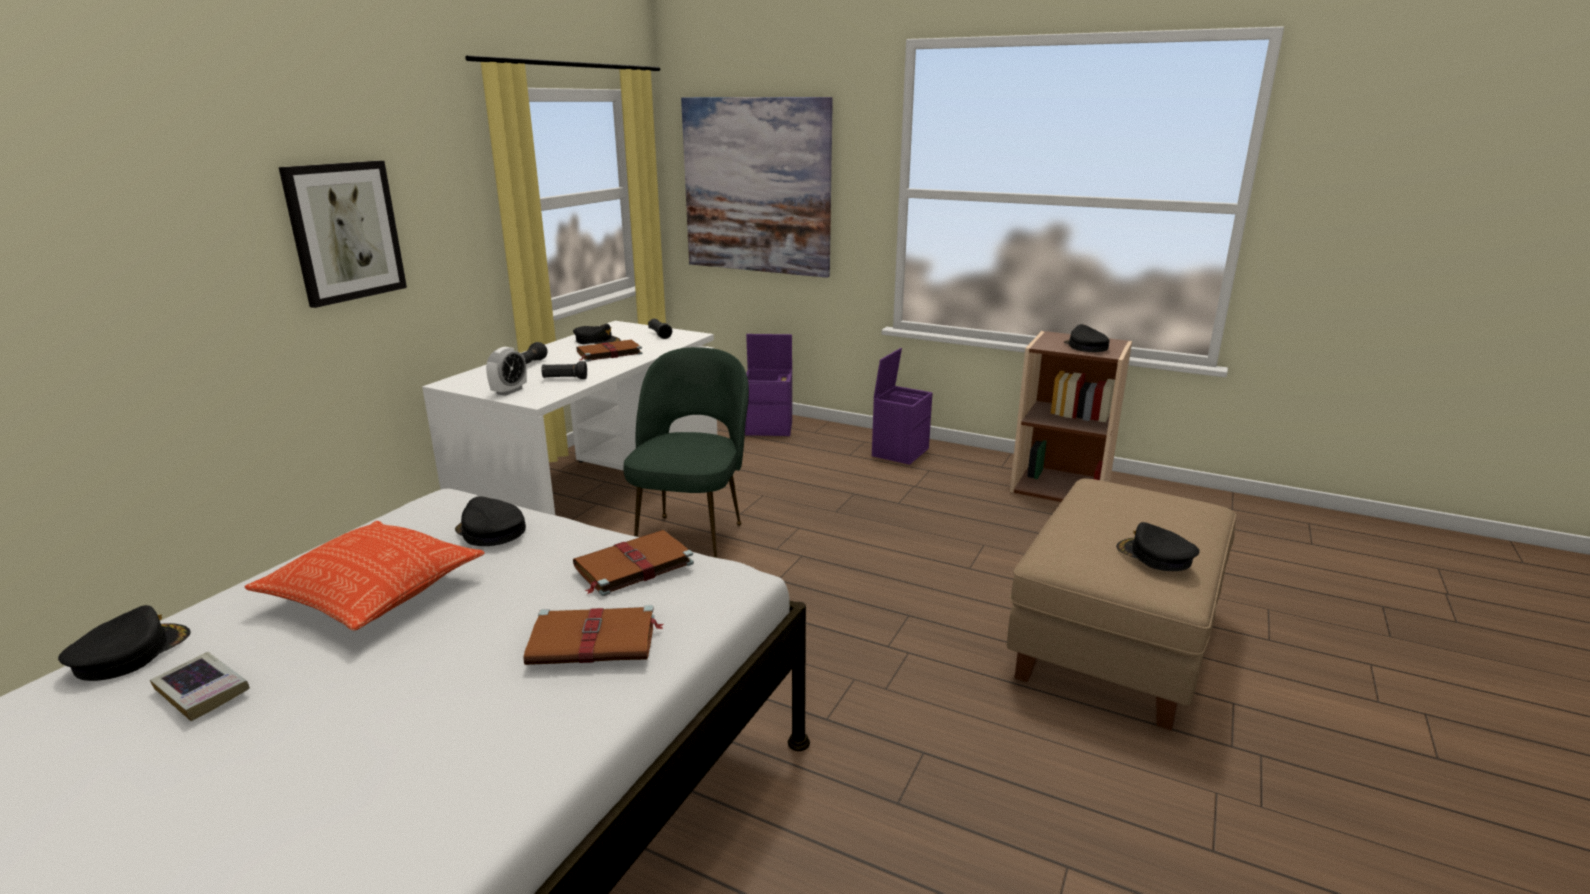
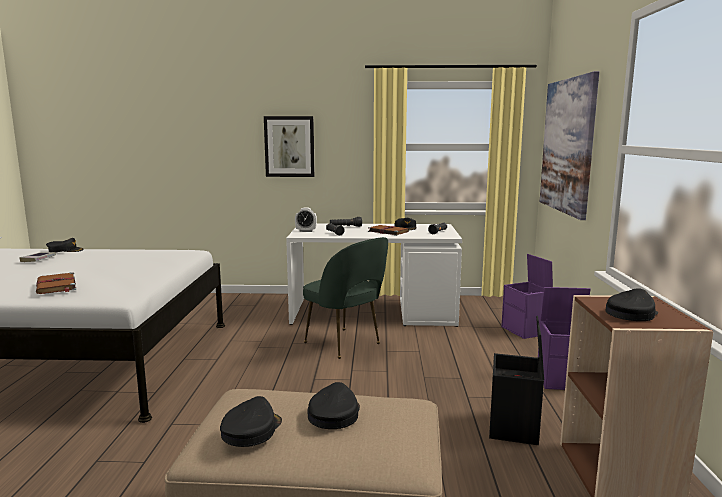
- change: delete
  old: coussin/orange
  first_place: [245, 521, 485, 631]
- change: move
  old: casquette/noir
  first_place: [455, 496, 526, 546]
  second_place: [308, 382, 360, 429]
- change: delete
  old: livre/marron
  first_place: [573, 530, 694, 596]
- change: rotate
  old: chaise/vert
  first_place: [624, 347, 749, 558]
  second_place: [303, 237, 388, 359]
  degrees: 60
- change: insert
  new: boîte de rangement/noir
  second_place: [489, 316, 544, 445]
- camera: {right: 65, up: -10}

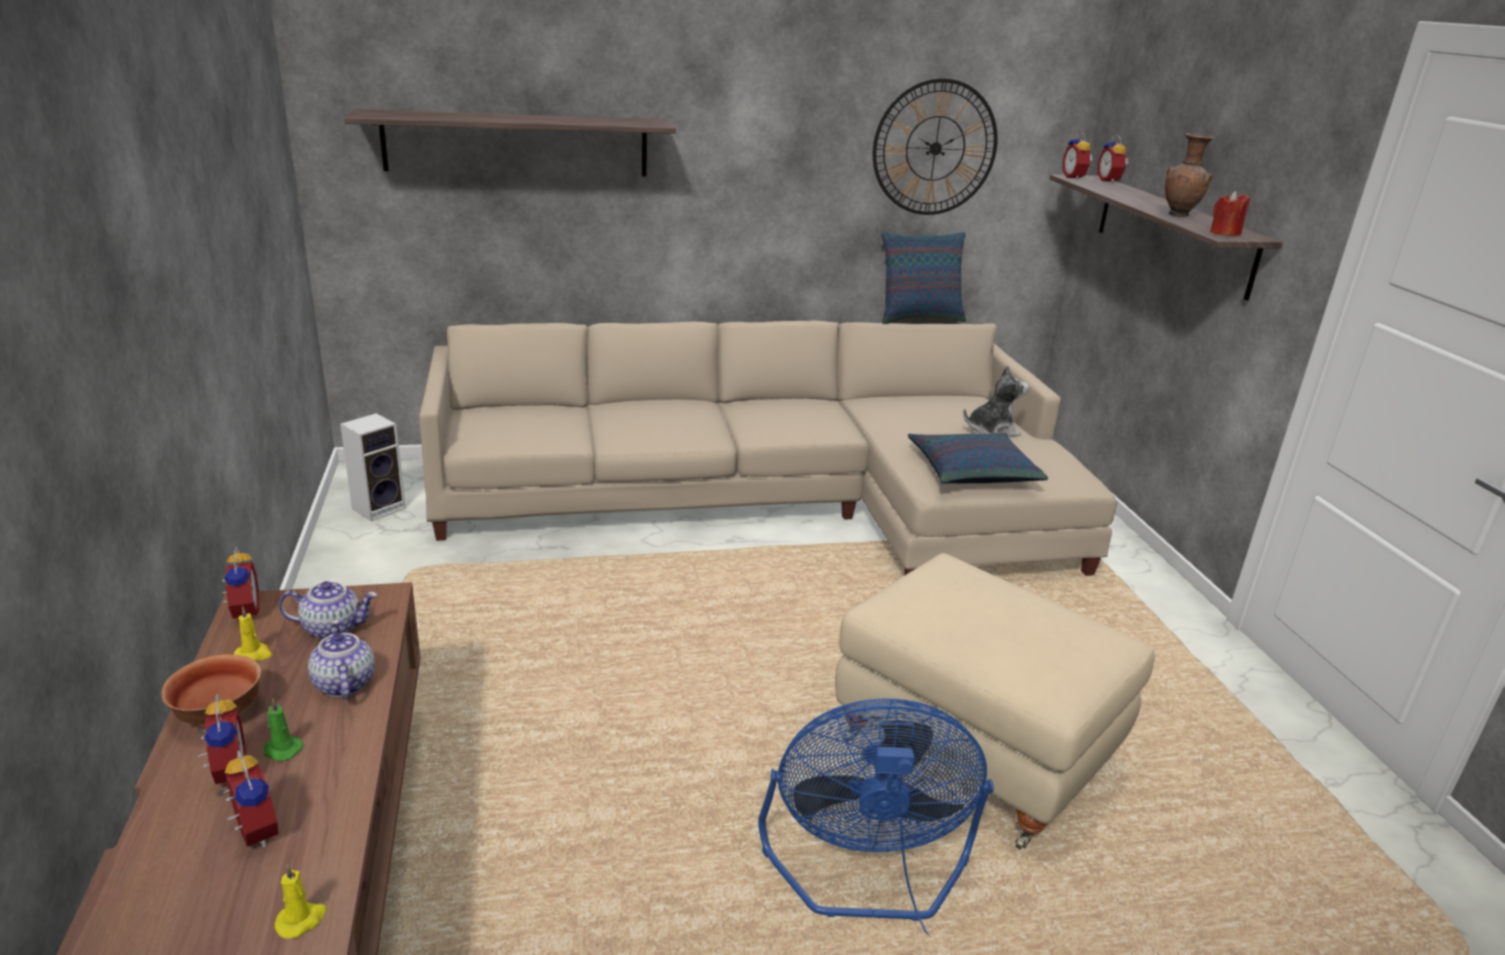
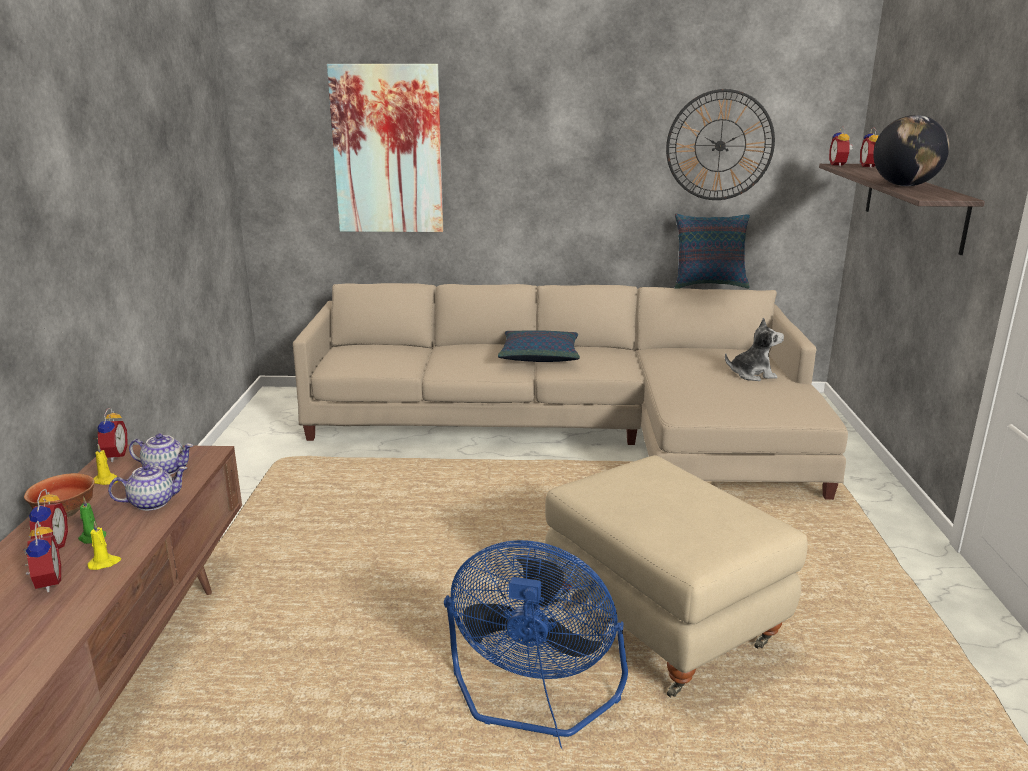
- change: move
  old: bougie/jaune
  first_place: [274, 864, 327, 939]
  second_place: [87, 521, 121, 570]
- change: rotate
  old: théière
  first_place: [308, 620, 375, 699]
  second_place: [108, 464, 187, 511]
  degrees: 75
- change: delete
  old: enceinte
  first_place: [340, 413, 406, 522]
- change: replace
  old: étagère
  new: tableau
  first_place: [344, 109, 676, 177]
  second_place: [327, 64, 443, 232]
- change: move
  old: coussin/bleu
  first_place: [908, 433, 1048, 484]
  second_place: [498, 330, 580, 362]
- change: replace
  old: vase/marron
  new: globe
  first_place: [1165, 133, 1214, 218]
  second_place: [873, 115, 950, 186]
- change: delete
  old: bougie/rouge
  first_place: [1210, 191, 1250, 236]
- camera: {right: 15, up: -5}

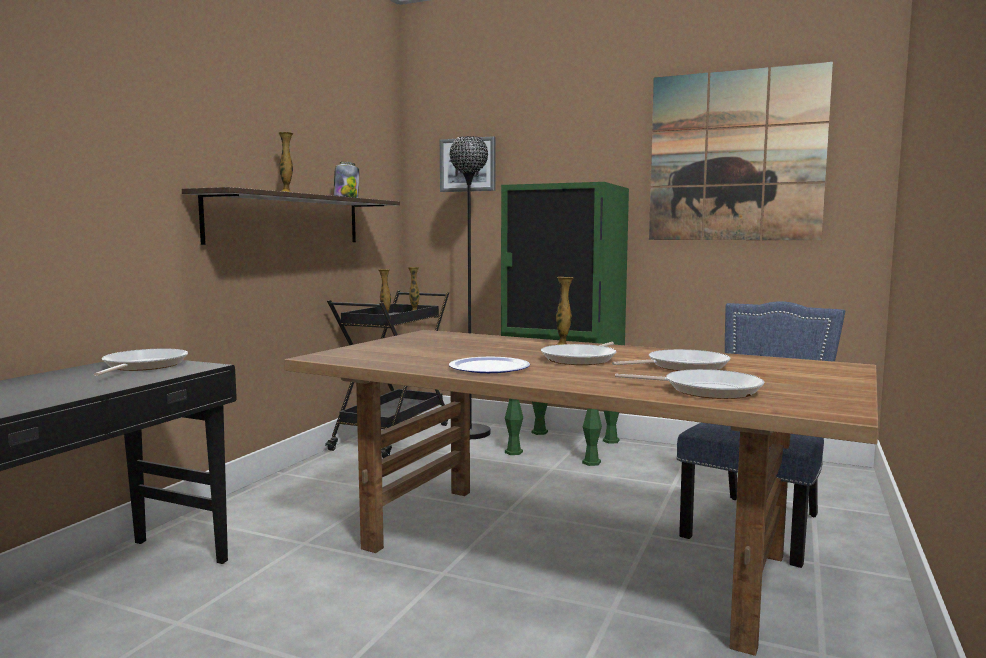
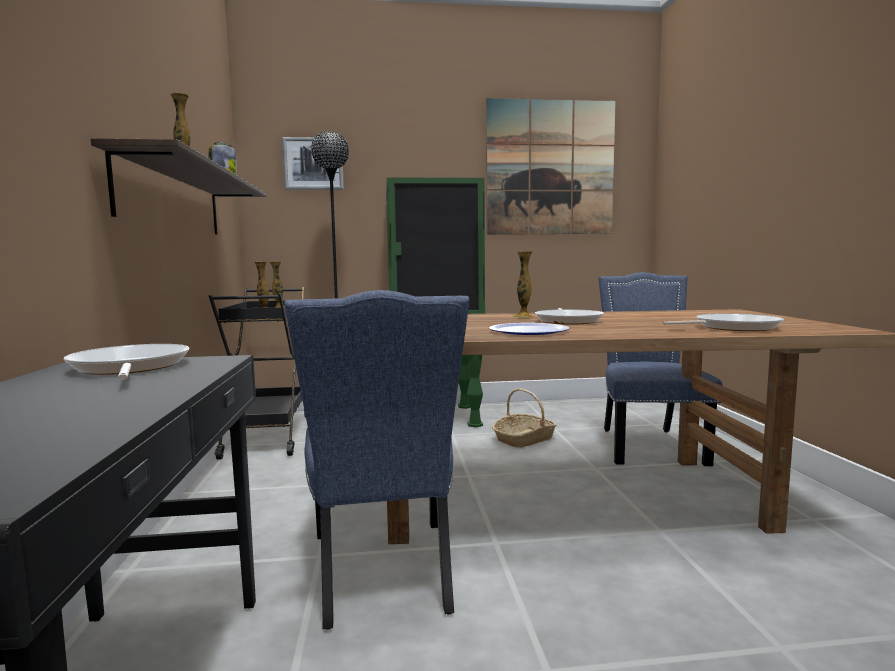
- change: delete
  old: poêle
  first_place: [612, 349, 731, 371]
- change: insert
  new: chaise/bleu
  second_place: [284, 290, 469, 630]
- change: insert
  new: panier
  second_place: [492, 388, 557, 448]
- camera: {right: -30, up: 0}

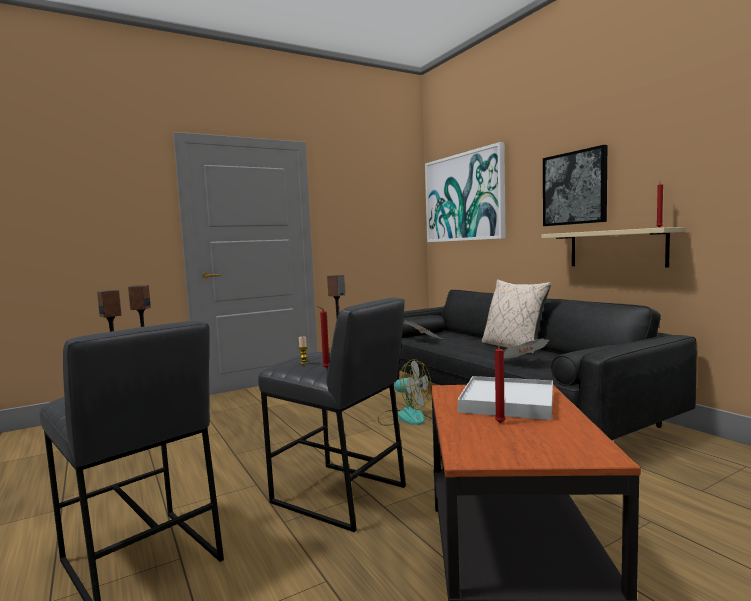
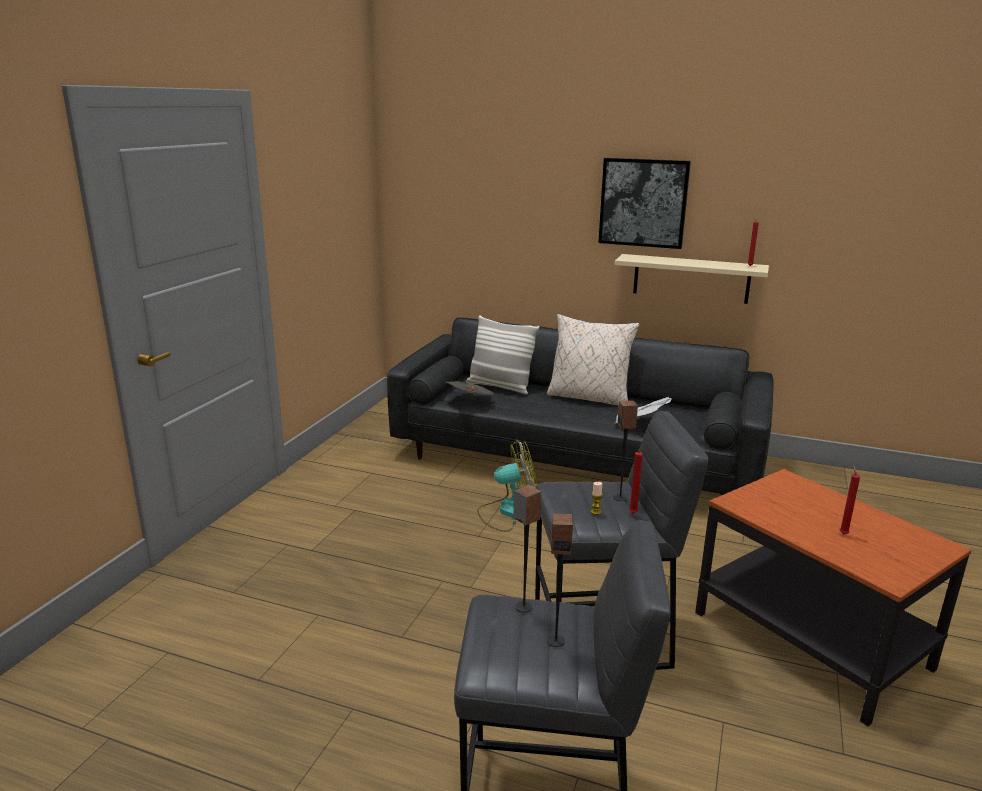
- change: delete
  old: tableau
  first_place: [425, 142, 506, 242]
- change: delete
  old: plateau/blanc
  first_place: [458, 376, 553, 420]
- change: insert
  new: coussin
  second_place: [466, 315, 539, 395]
- camera: {right: -40, up: 15}

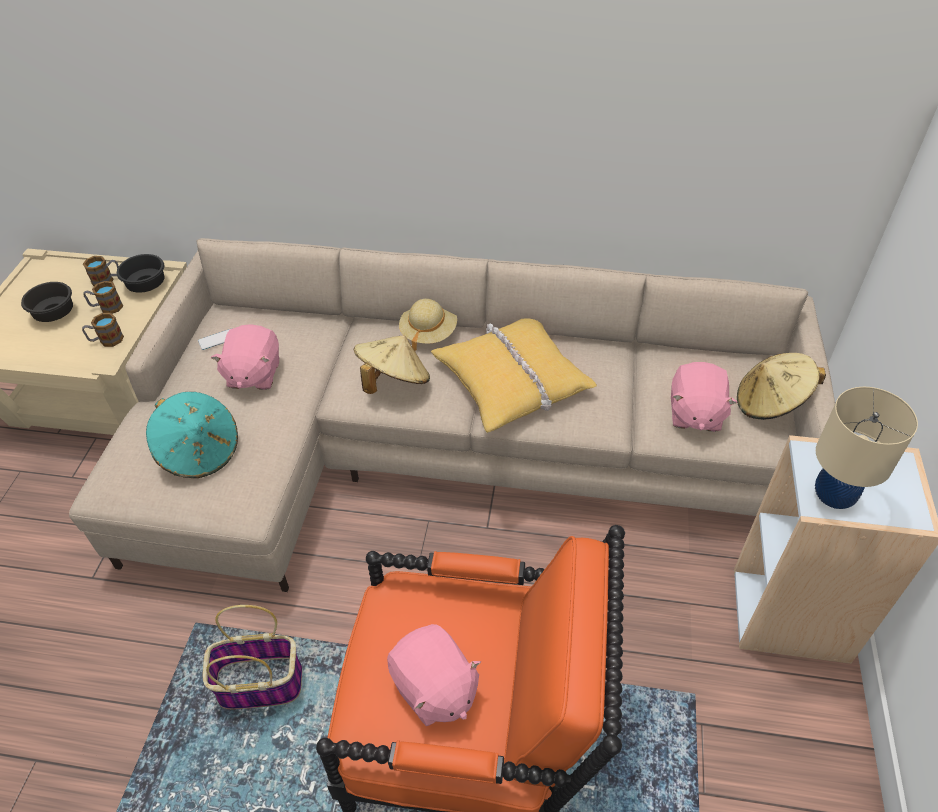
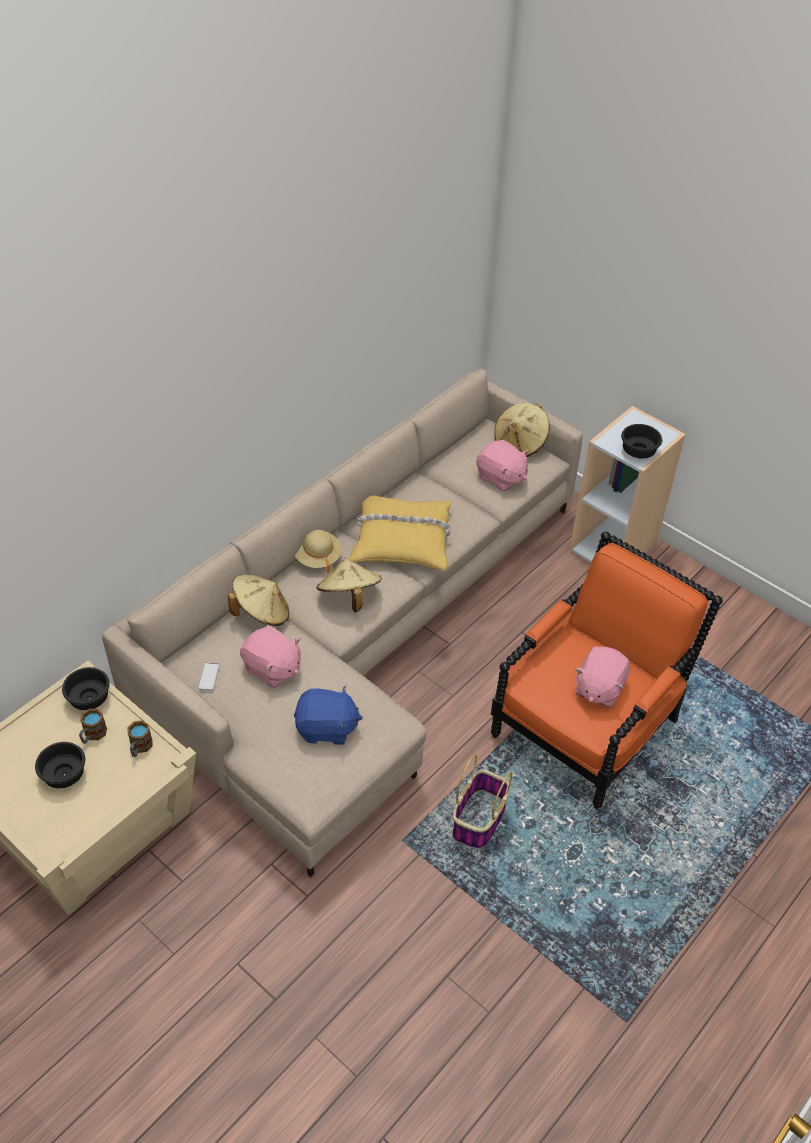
- change: delete
  old: mug
  first_place: [83, 256, 119, 286]
- change: replace
  old: chapeau/turquoise
  new: peluche/bleu
  first_place: [146, 392, 238, 478]
  second_place: [294, 686, 363, 745]
- change: rotate
  old: peluche/rose
  first_place: [387, 624, 481, 726]
  second_place: [575, 646, 630, 707]
  degrees: 120
- change: replace
  old: lampe de table/beige
  new: bol/noir
  first_place: [815, 387, 918, 509]
  second_place: [621, 424, 662, 458]
- change: insert
  new: chapeau/beige
  second_place: [228, 574, 289, 626]
- camera: {right: -60, up: 0}

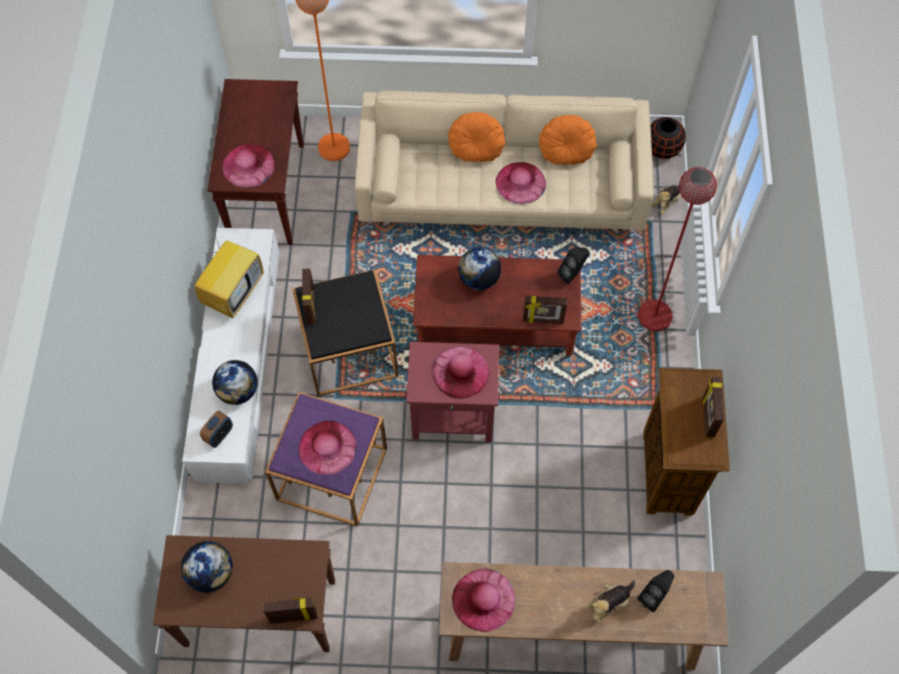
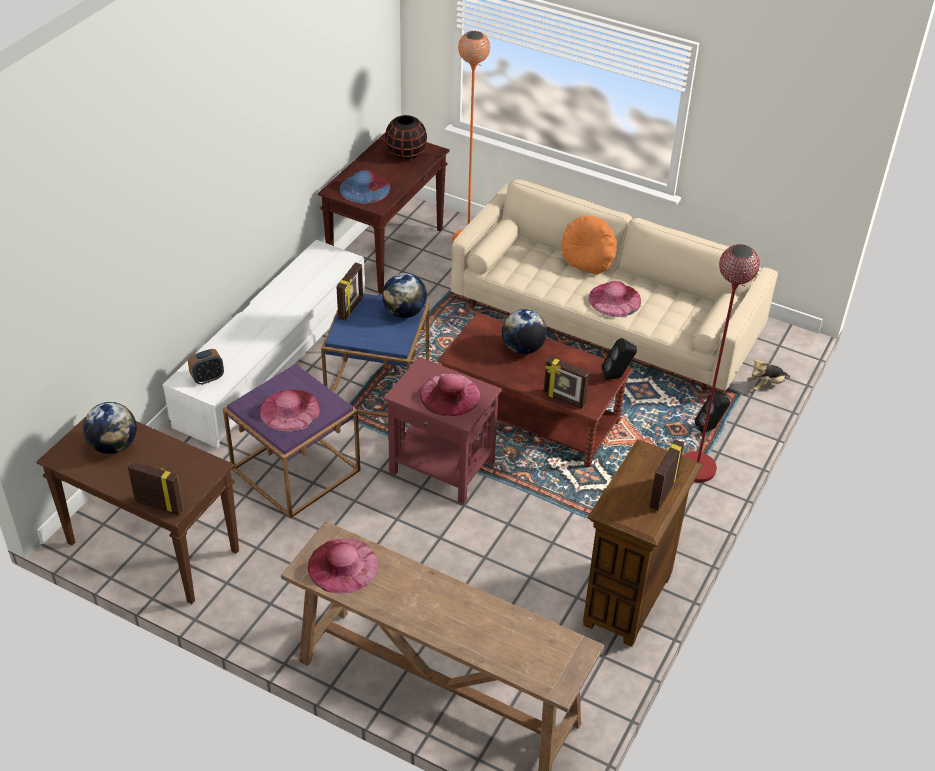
- change: delete
  old: téléviseur
  first_place: [195, 229, 264, 318]
- change: move
  old: globe
  first_place: [212, 360, 258, 405]
  second_place: [382, 273, 427, 318]
- change: recolor
  old: chapeau/rose
  new: chapeau/bleu
  first_place: [223, 144, 275, 187]
  second_place: [340, 170, 391, 204]
- change: recolor
  old: table d'appoint/noir
  new: table d'appoint/bleu
  first_place: [292, 270, 399, 396]
  second_place: [321, 294, 429, 417]
- change: delete
  old: coussin/orange
  first_place: [539, 115, 597, 165]
- change: delete
  old: peluche
  first_place: [587, 580, 635, 623]
- change: move
  old: enceinte/noir
  first_place: [637, 570, 674, 612]
  second_place: [695, 393, 730, 434]
- change: move
  old: vase/noir
  first_place: [650, 117, 686, 159]
  second_place: [385, 115, 427, 160]
- camera: {right: 25, up: -20}

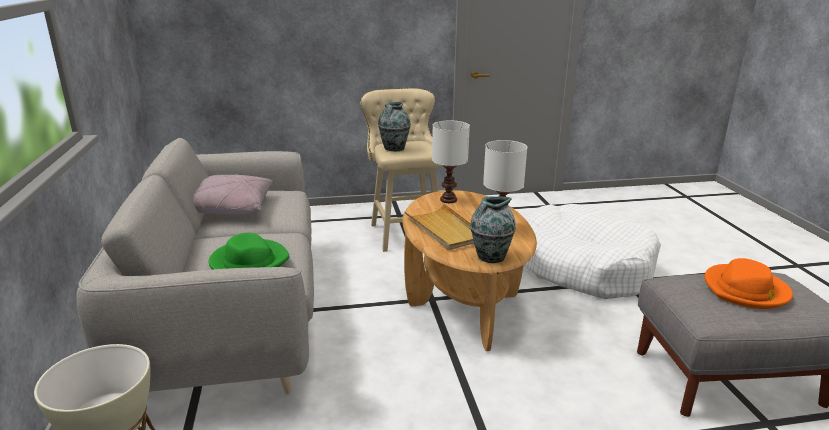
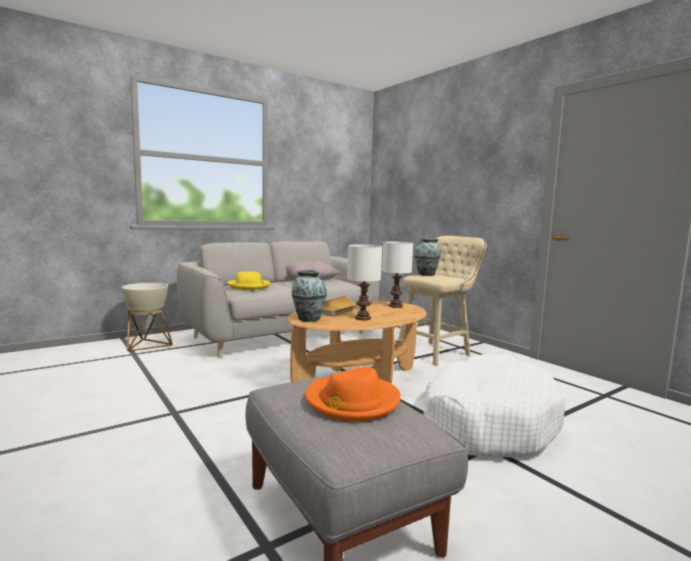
- change: recolor
  old: chapeau/vert
  new: chapeau/jaune
  first_place: [209, 233, 290, 270]
  second_place: [227, 271, 271, 290]
- camera: {right: 65, up: -15}

